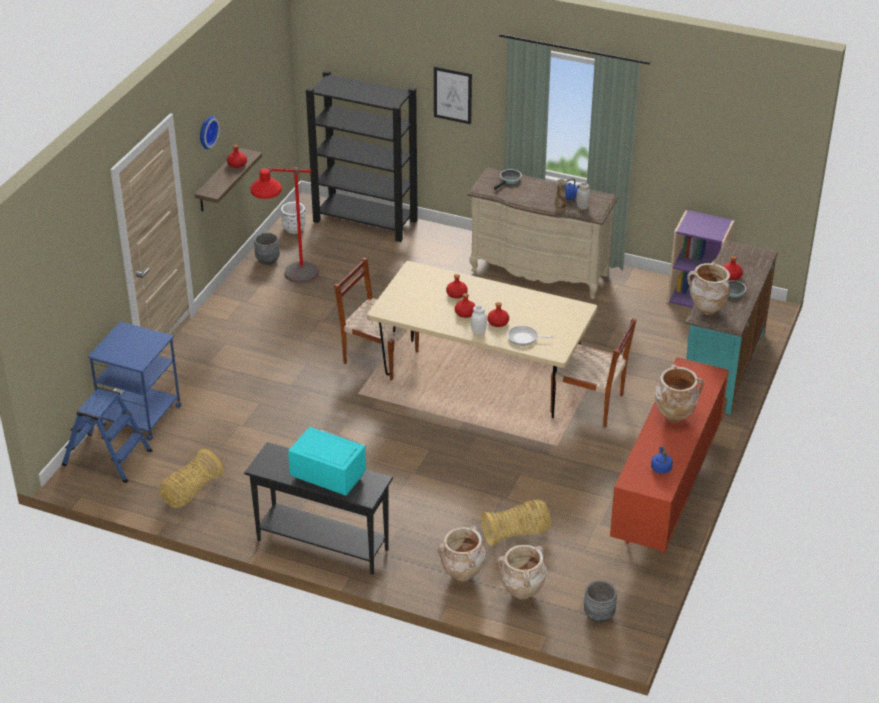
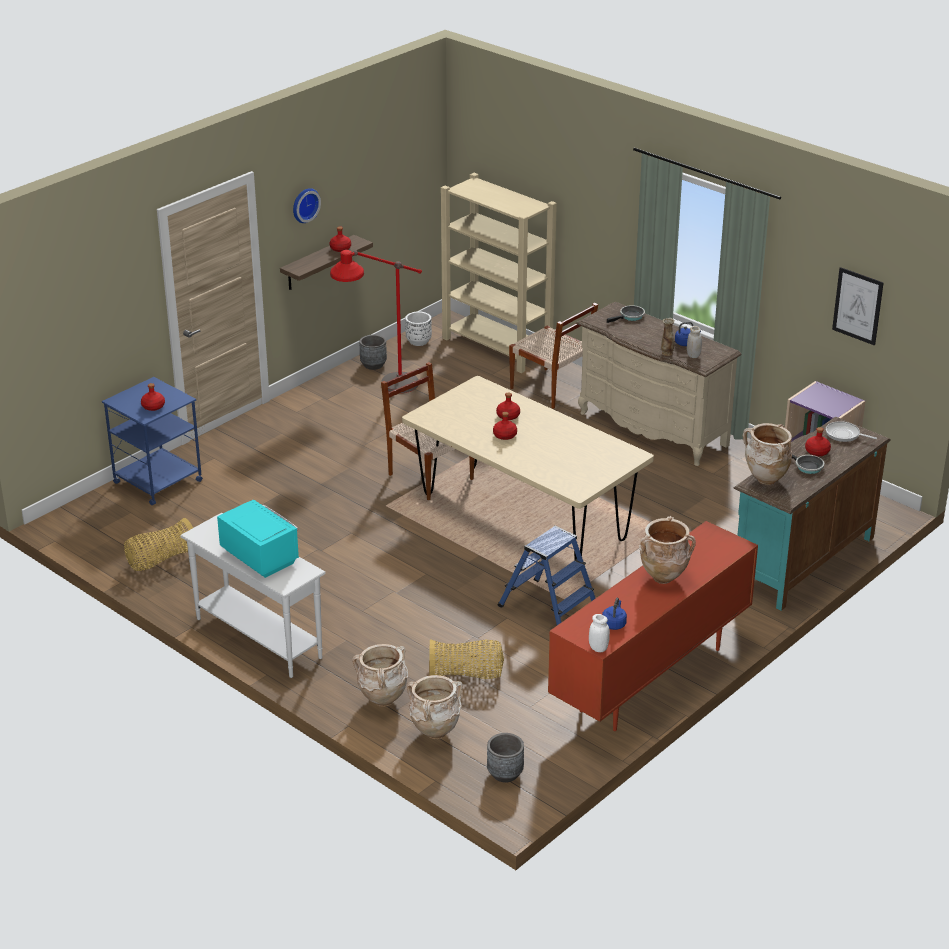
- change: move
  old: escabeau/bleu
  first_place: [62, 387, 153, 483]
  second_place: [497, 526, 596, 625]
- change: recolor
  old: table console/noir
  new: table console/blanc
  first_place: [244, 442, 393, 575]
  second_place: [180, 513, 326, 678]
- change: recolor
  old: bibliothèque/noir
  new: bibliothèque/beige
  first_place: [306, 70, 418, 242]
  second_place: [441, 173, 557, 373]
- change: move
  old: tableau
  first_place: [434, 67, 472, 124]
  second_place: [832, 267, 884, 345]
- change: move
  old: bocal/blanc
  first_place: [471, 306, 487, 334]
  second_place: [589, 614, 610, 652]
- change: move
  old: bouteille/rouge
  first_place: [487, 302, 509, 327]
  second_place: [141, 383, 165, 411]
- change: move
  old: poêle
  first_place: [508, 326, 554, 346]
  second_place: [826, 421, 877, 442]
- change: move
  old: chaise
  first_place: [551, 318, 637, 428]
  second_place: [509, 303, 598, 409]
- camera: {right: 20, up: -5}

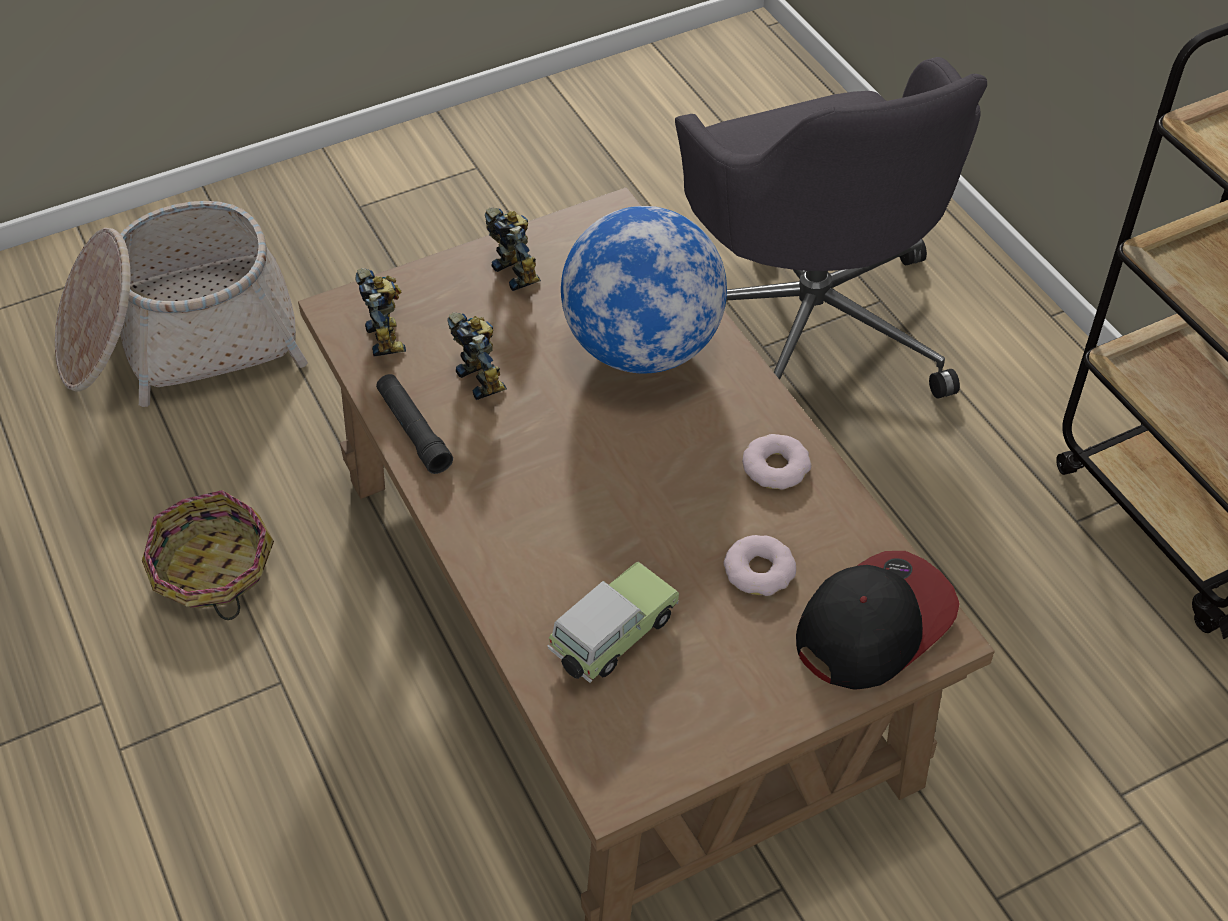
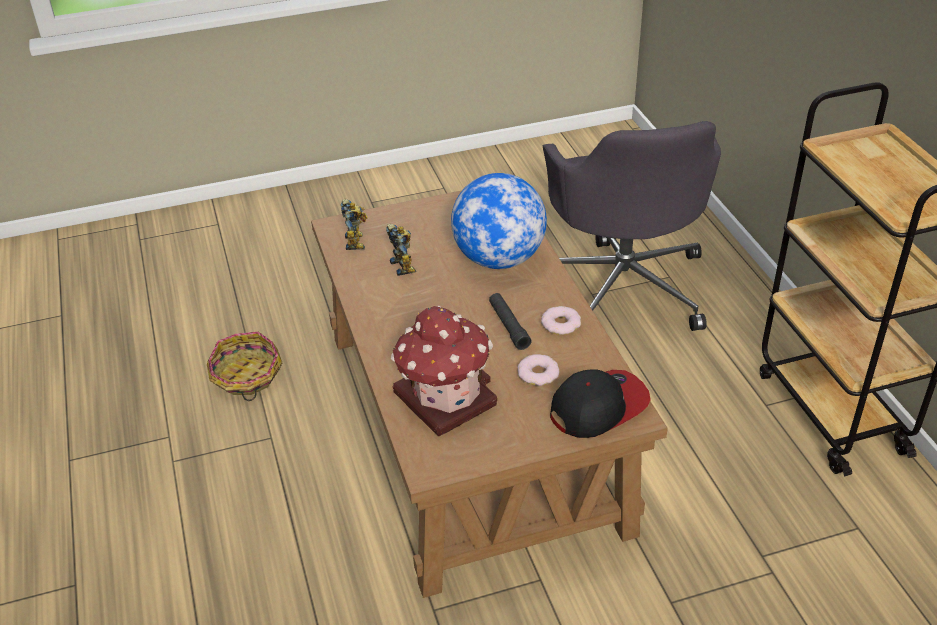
- change: delete
  old: panier
  first_place: [55, 201, 308, 407]
- change: move
  old: lampe de poche/noir
  first_place: [376, 374, 453, 474]
  second_place: [489, 293, 531, 350]
- change: delete
  old: robot jouet
  first_place: [485, 207, 541, 291]
- change: replace
  old: petite voiture
  new: maison miniature
  first_place: [547, 562, 679, 683]
  second_place: [391, 306, 497, 436]
- camera: {right: 10, up: -10}

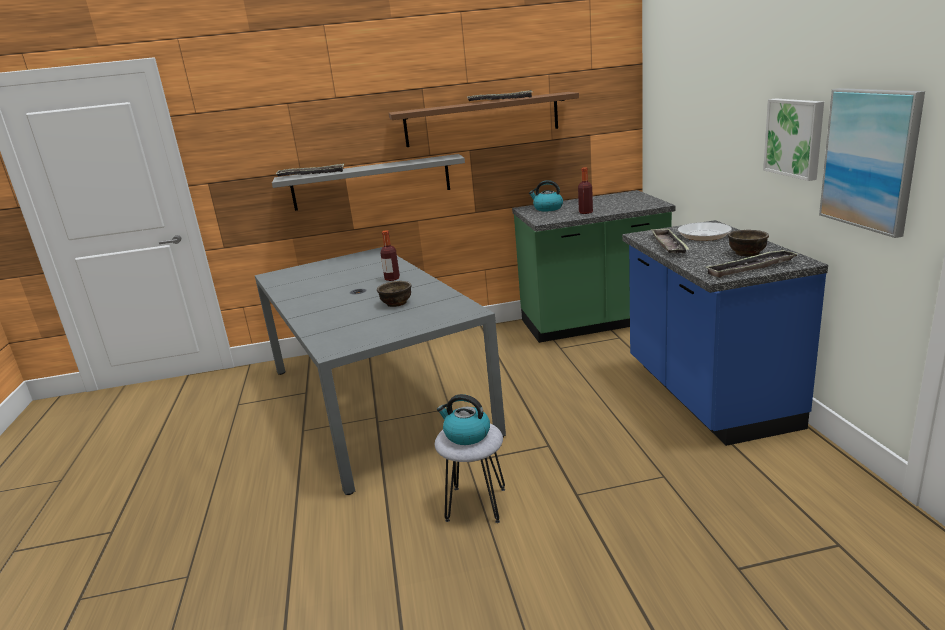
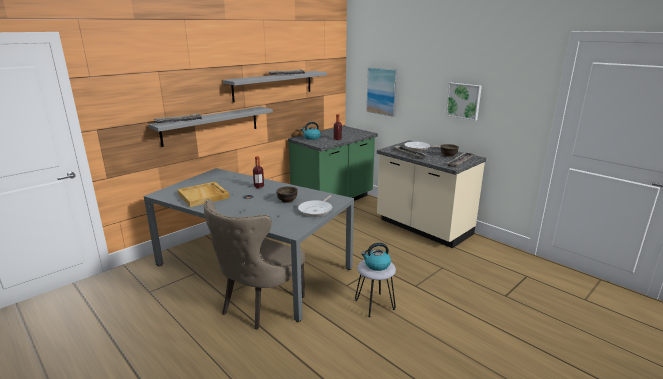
- change: recolor
  old: étagère/marron
  new: étagère/gris
  first_place: [389, 92, 579, 147]
  second_place: [223, 71, 327, 102]
- change: recolor
  old: comptoir de cuisine/bleu
  new: comptoir de cuisine/beige
  first_place: [622, 220, 828, 446]
  second_place: [377, 140, 486, 248]
- change: move
  old: tableau
  first_place: [819, 88, 925, 238]
  second_place: [366, 67, 398, 117]
- change: insert
  new: plateau/beige
  second_place: [177, 182, 229, 207]
- change: insert
  new: chaise/beige
  second_place: [204, 199, 305, 329]
- change: insert
  new: poêle
  second_place: [298, 195, 332, 217]
- camera: {right: -35, up: 0}

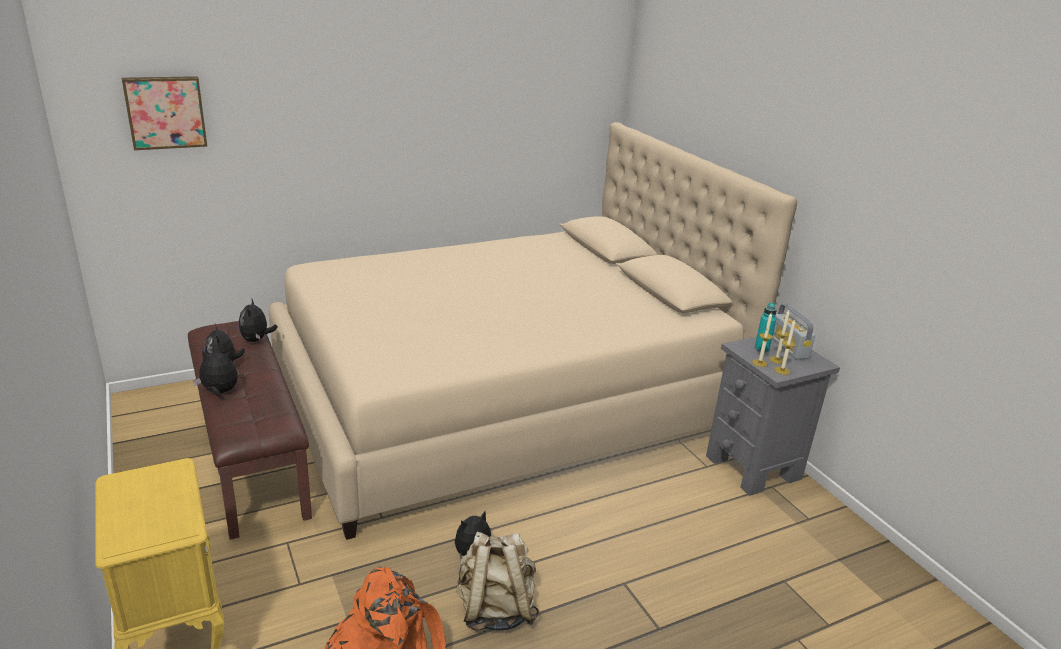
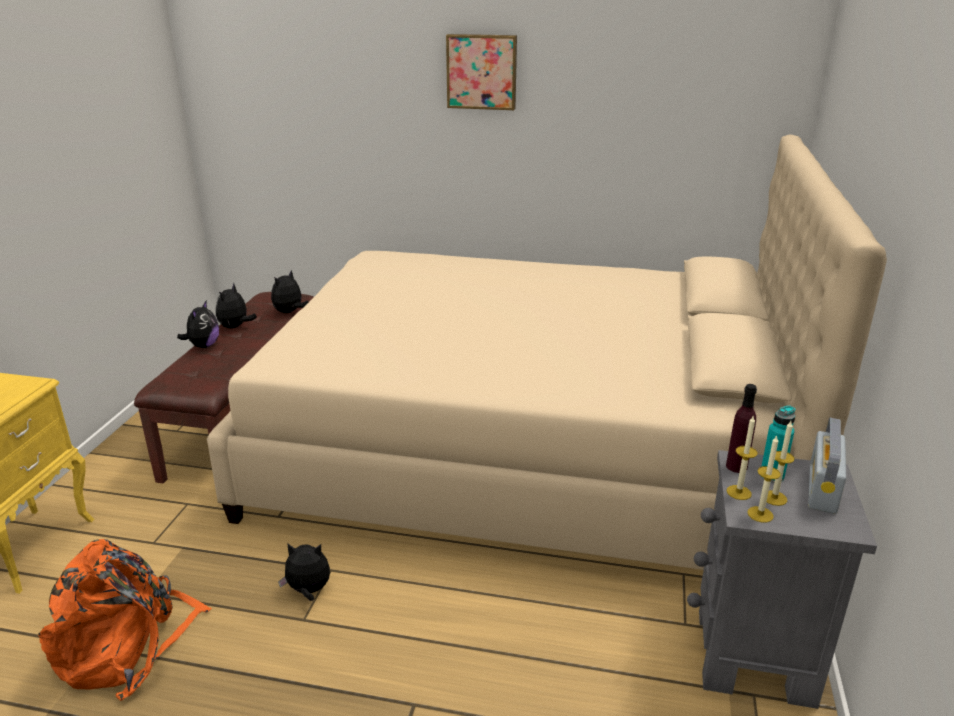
- change: move
  old: tableau
  first_place: [122, 76, 207, 150]
  second_place: [446, 34, 517, 110]
- change: rotate
  old: peluche
  first_place: [193, 350, 238, 396]
  second_place: [177, 301, 219, 348]
  degrees: 60
- change: delete
  old: sac à dos/beige
  first_place: [456, 532, 540, 631]
- change: insert
  new: bouteille/violet
  second_place: [726, 384, 757, 473]
- camera: {right: 40, up: 0}

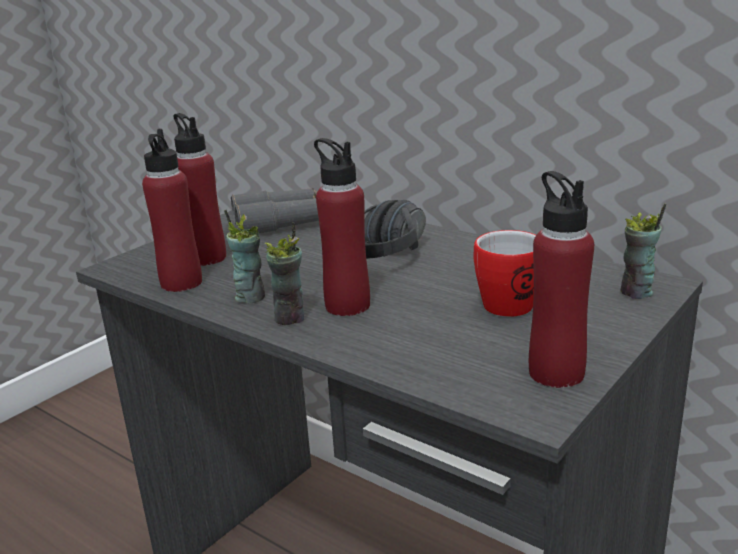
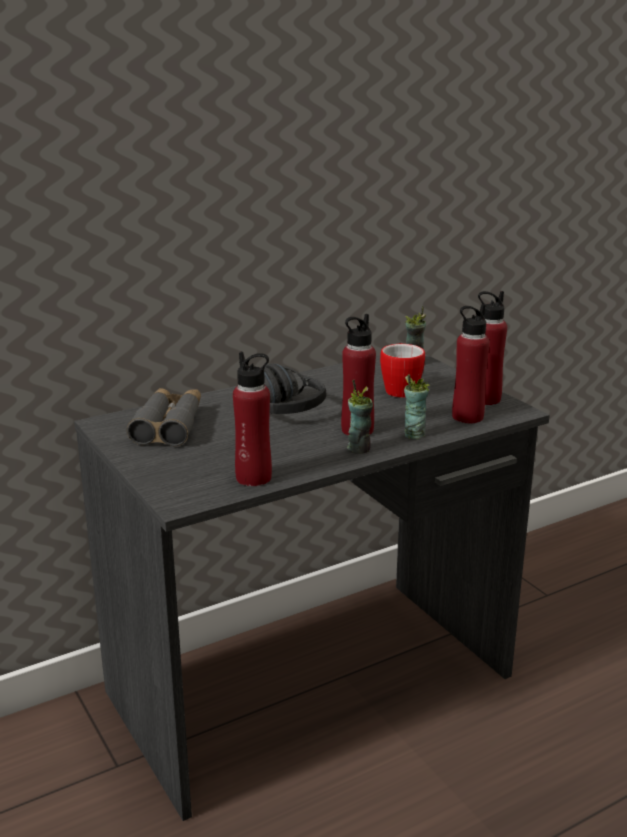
- change: move
  old: bouteille/rouge
  first_place: [174, 113, 226, 266]
  second_place: [452, 304, 490, 423]
- change: move
  old: tasse
  first_place: [224, 210, 265, 304]
  second_place: [404, 374, 430, 440]
- camera: {right: -70, up: 0}

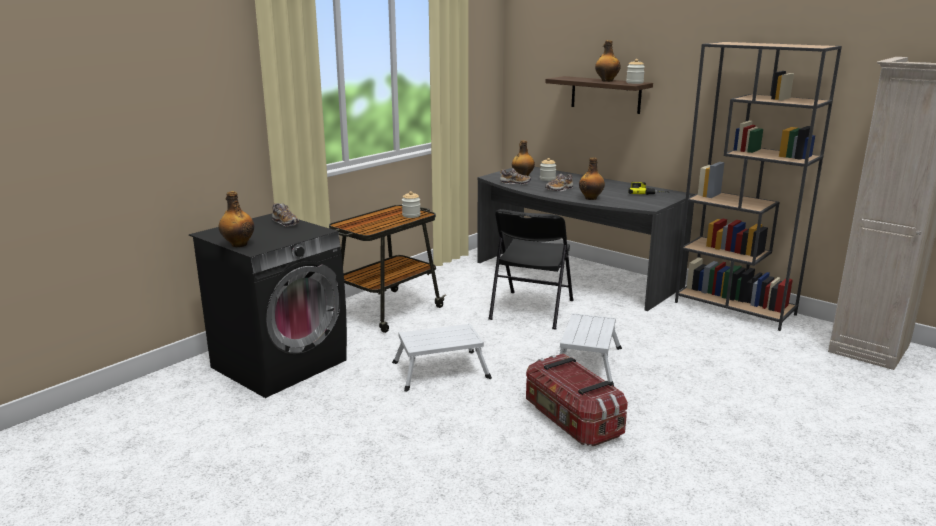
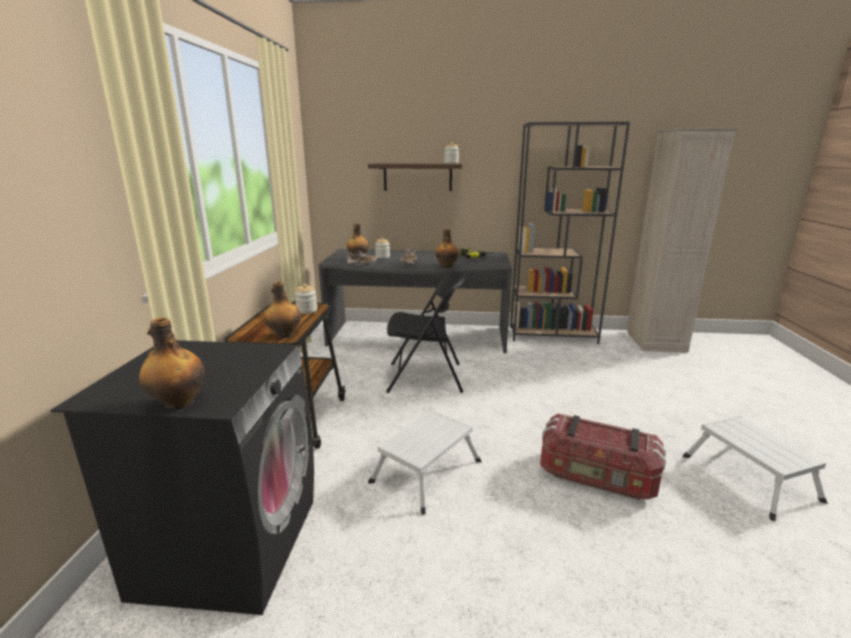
- change: delete
  old: chaussure
  first_place: [272, 203, 299, 227]
- change: rotate
  old: chaise/noir
  first_place: [488, 209, 574, 330]
  second_place: [386, 271, 466, 393]
  degrees: -75
- change: move
  old: escabeau/blanc
  first_place: [559, 313, 622, 386]
  second_place: [683, 416, 828, 521]
- change: move
  old: bouteille
  first_place: [595, 40, 621, 82]
  second_place: [264, 282, 301, 338]
- camera: {right: -35, up: 0}

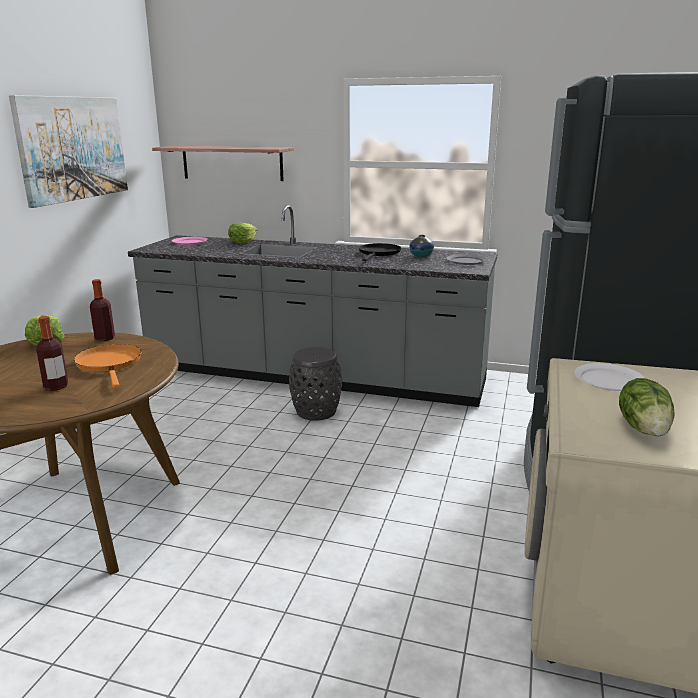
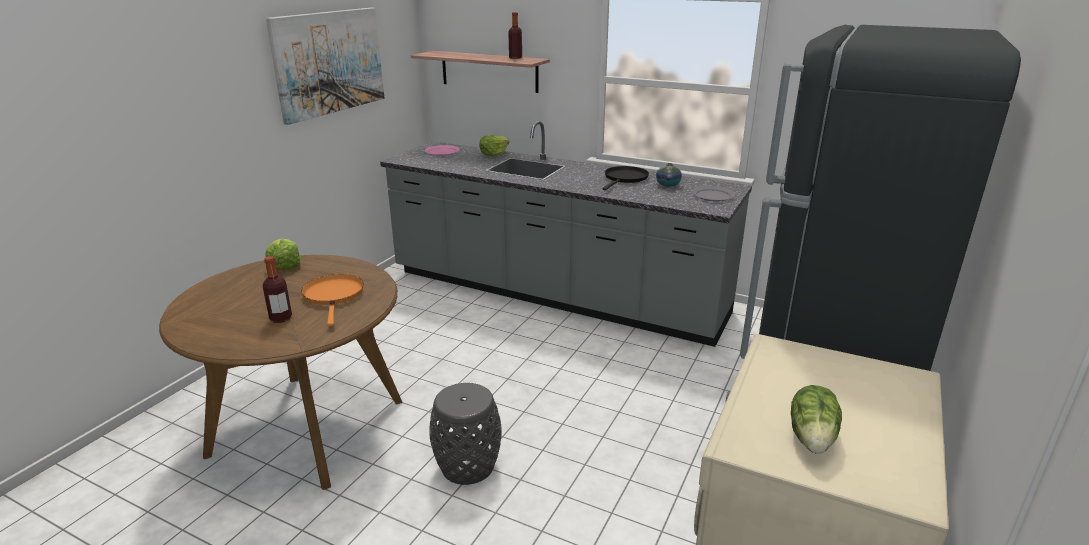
- change: move
  old: bouteille
  first_place: [90, 279, 115, 341]
  second_place: [508, 12, 522, 59]
- change: move
  old: tabouret/gris
  first_place: [289, 347, 342, 421]
  second_place: [429, 383, 502, 485]
- change: delete
  old: assiette/blanc
  first_place: [574, 363, 645, 391]
- camera: {right: 10, up: 5}

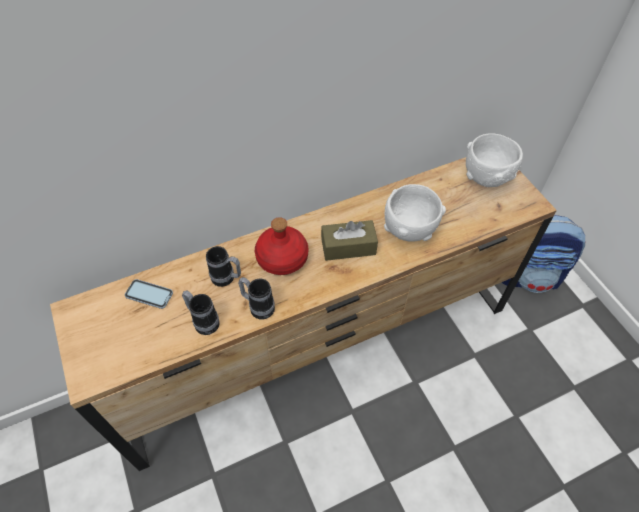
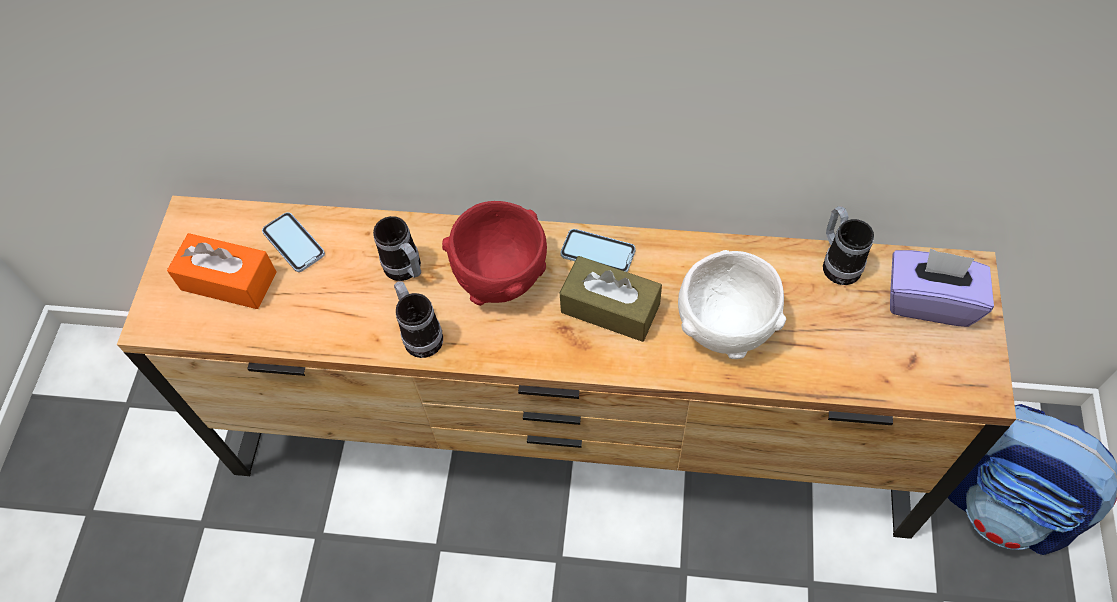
- change: move
  old: mug
  first_place: [182, 290, 220, 335]
  second_place: [823, 206, 874, 285]
- change: replace
  old: bouteille/rouge
  new: bol/rouge
  first_place: [255, 217, 308, 275]
  second_place: [442, 201, 547, 306]
- change: replace
  old: bol/blanc
  new: boîte à mouchoirs/violet
  first_place: [466, 133, 523, 187]
  second_place: [890, 248, 994, 327]
- change: insert
  new: boîte à mouchoirs/orange
  second_place: [167, 233, 276, 309]
- change: insert
  new: téléphone
  second_place: [560, 229, 636, 272]
- camera: {right: 35, up: 5}

